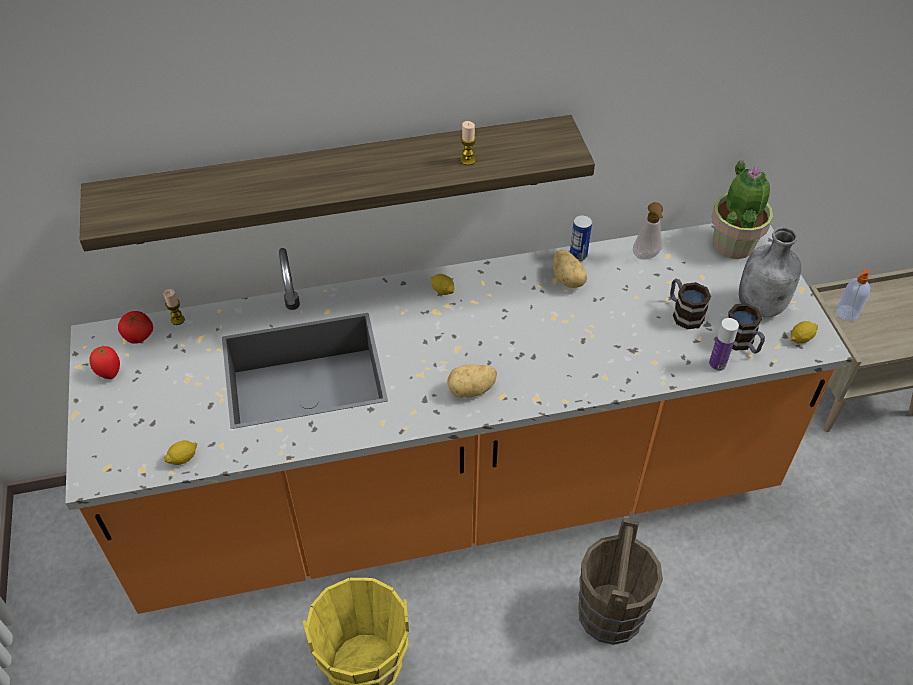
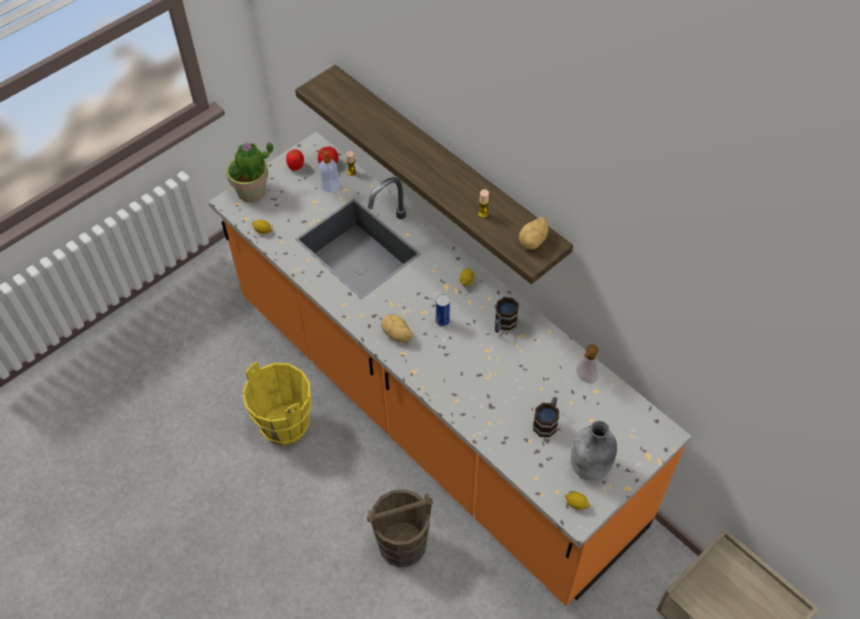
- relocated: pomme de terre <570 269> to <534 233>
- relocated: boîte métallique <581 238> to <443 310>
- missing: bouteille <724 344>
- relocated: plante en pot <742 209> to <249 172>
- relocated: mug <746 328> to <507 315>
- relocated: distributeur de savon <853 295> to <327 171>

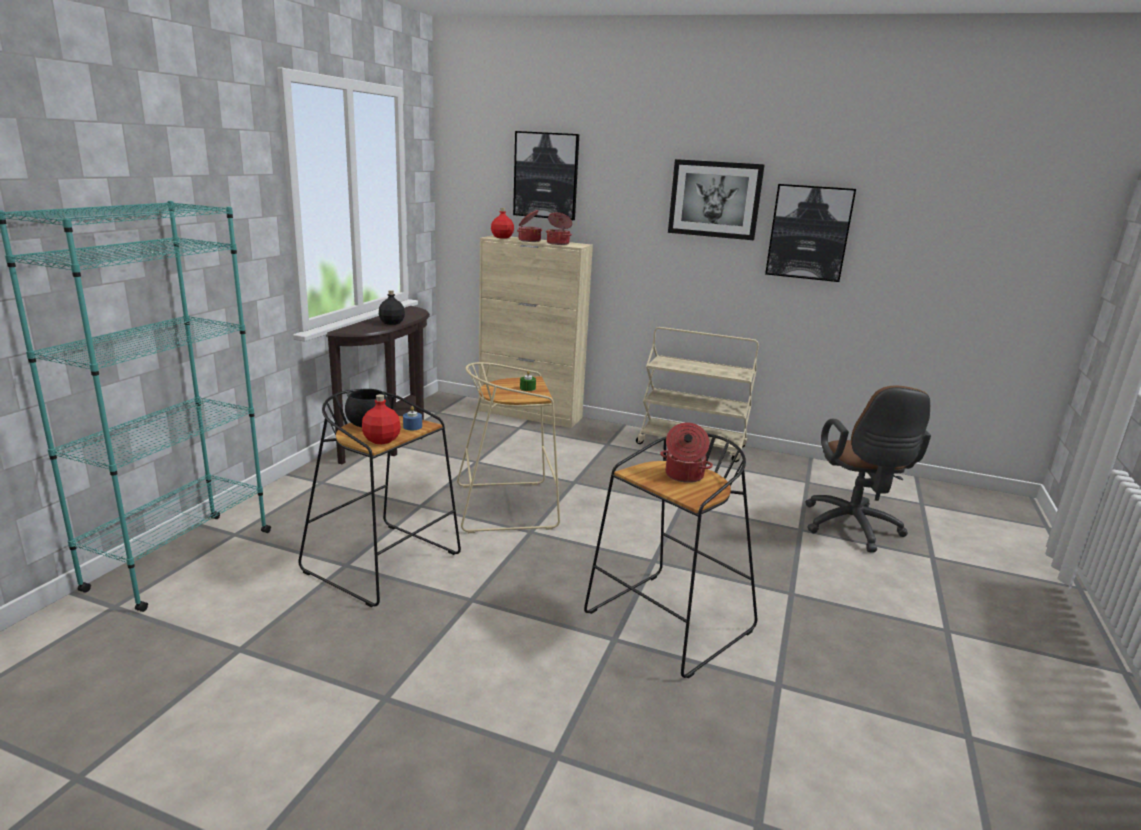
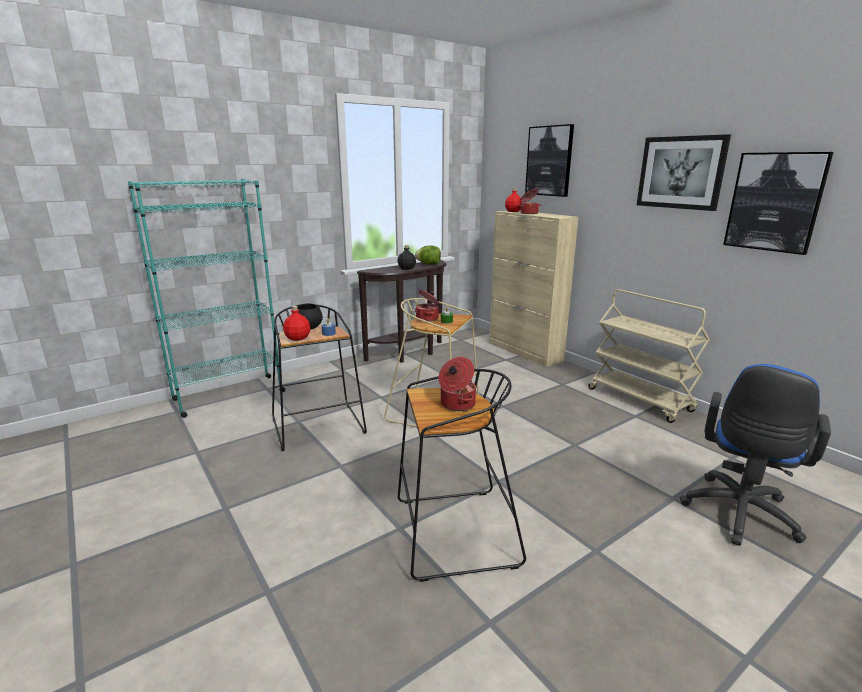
- relocated: marmite <559 229> to <427 306>
- colour: chaise de bureau/marron <868 468> to chaise de bureau/bleu <755 455>
- appeared: laitue <428 255>

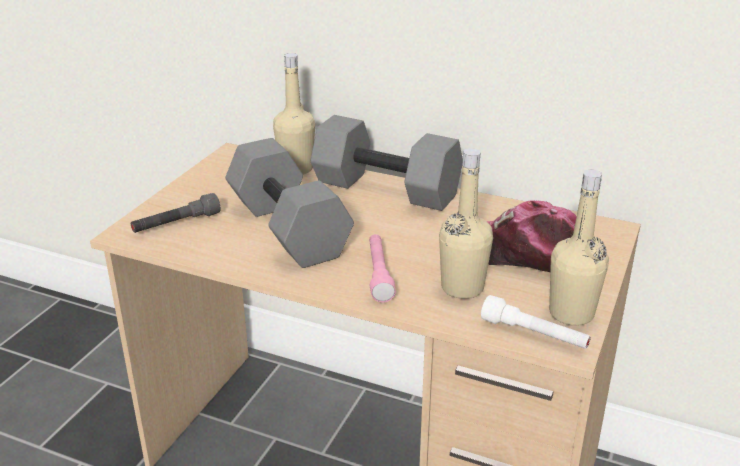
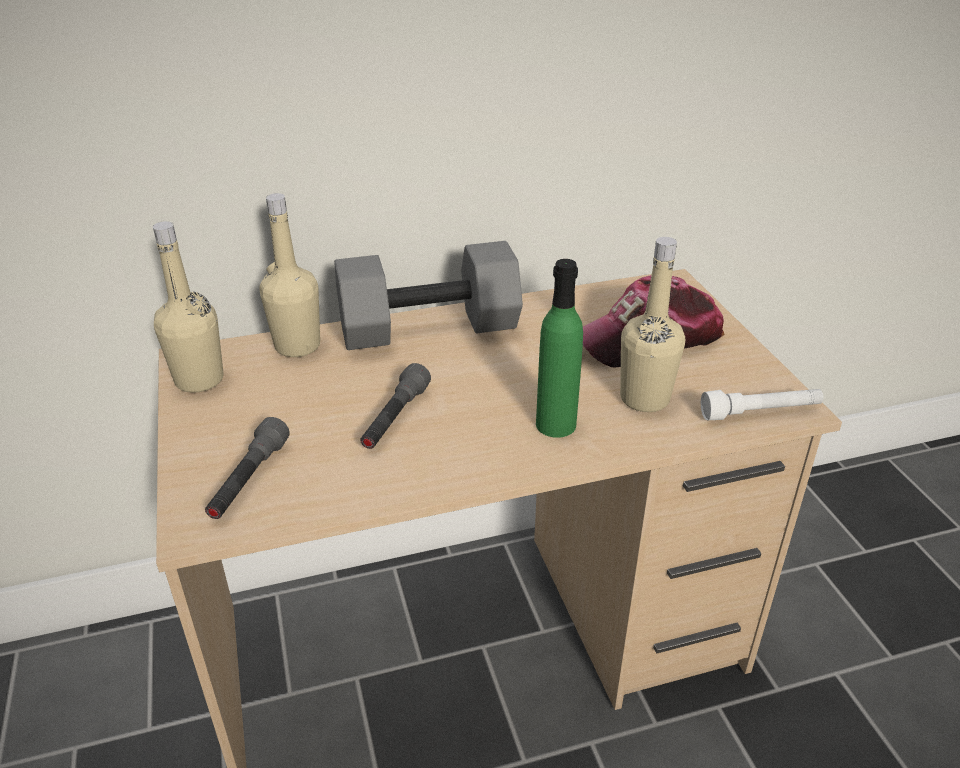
- exchanged: haltère/gris <289 203> to lampe de poche/gris <395 406>
- exchanged: lampe de poche/rose <382 268> to bouteille/vert <559 348>
- relocated: bouteille/beige <579 247> to <188 307>

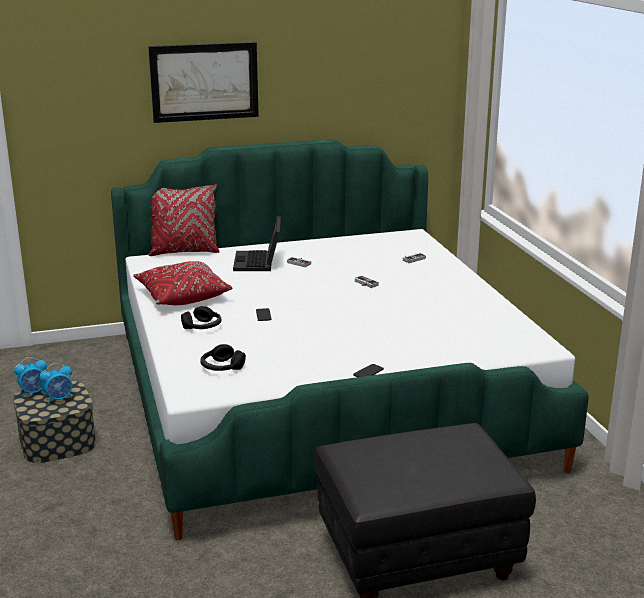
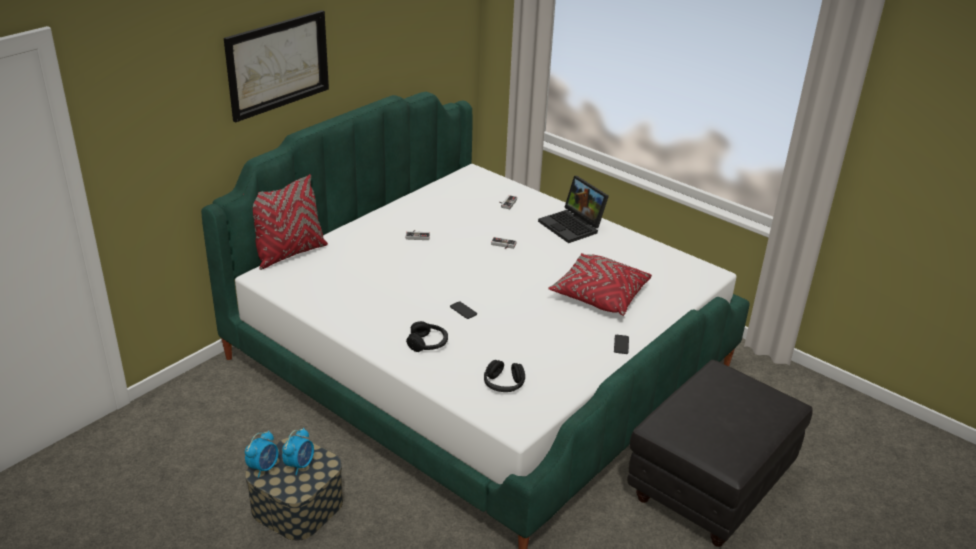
- relocated: coussin/rouge <182 283> to <600 284>
- relocated: ordinateur portable <257 243> to <573 209>

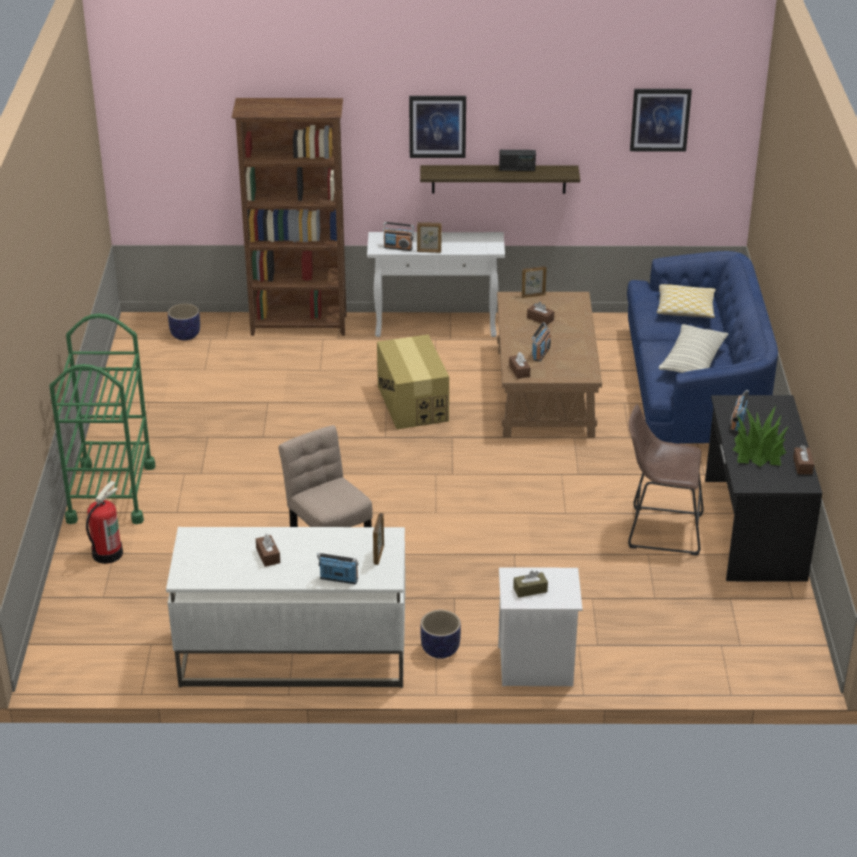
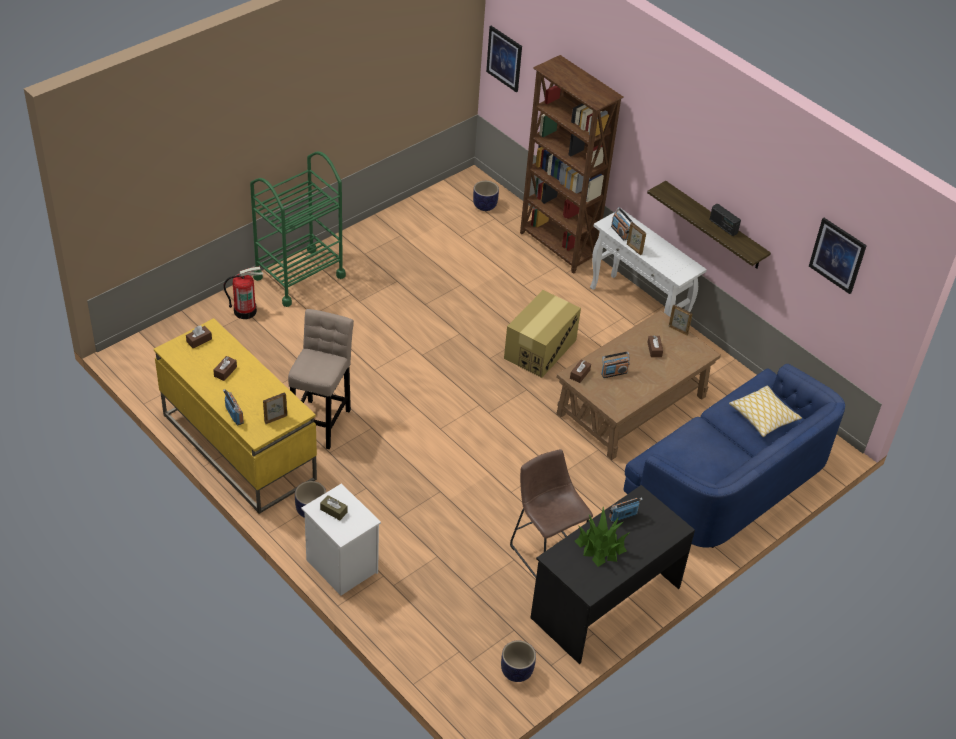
- colour: bureau/blanc <285 607> to bureau/jaune <235 416>
- relocated: tableau <437 127> to <504 59>
- missing: coussin <693 348>
- relocated: boîte à mouchoirs/marron <803 459> to <199 336>
- appeared: cache-pot <518 661>

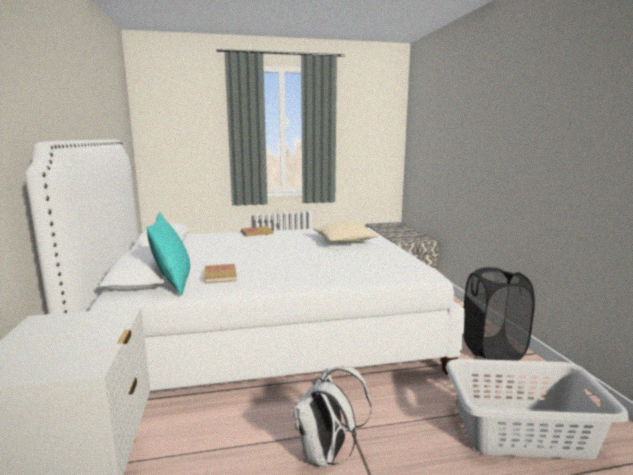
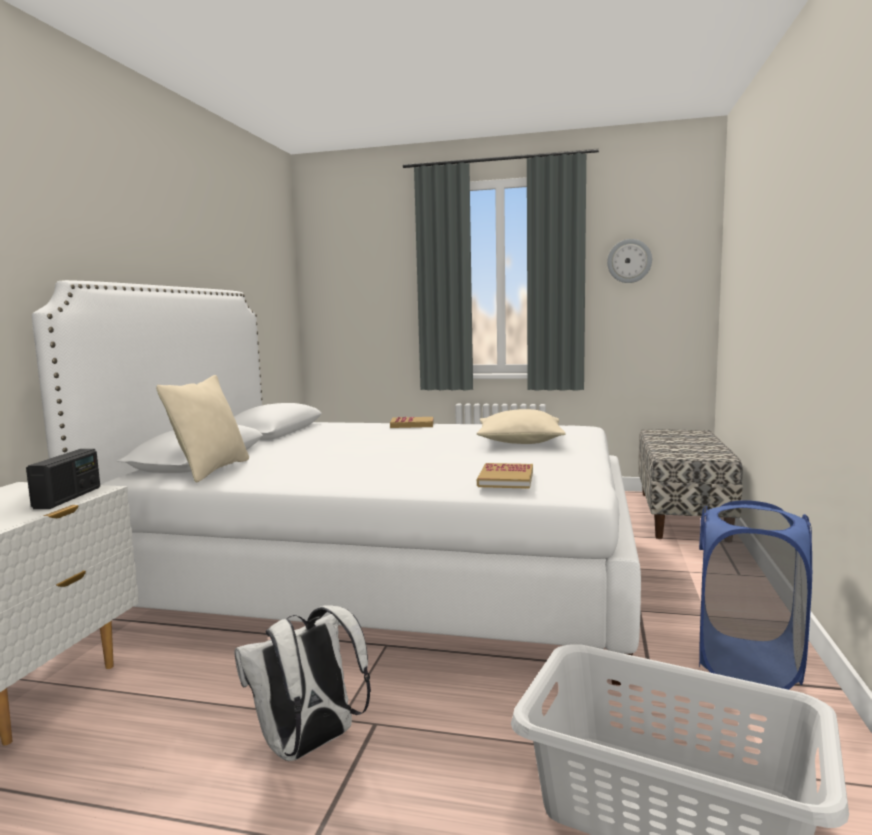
- colour: coussin/turquoise <168 254> to coussin/beige <202 428>
- relocated: livre <220 273> to <505 476>
- colour: panier à linge/noir <499 314> to panier à linge/bleu <755 595>
- appeared: radio <63 479>
- appeared: horloge murale <629 261>

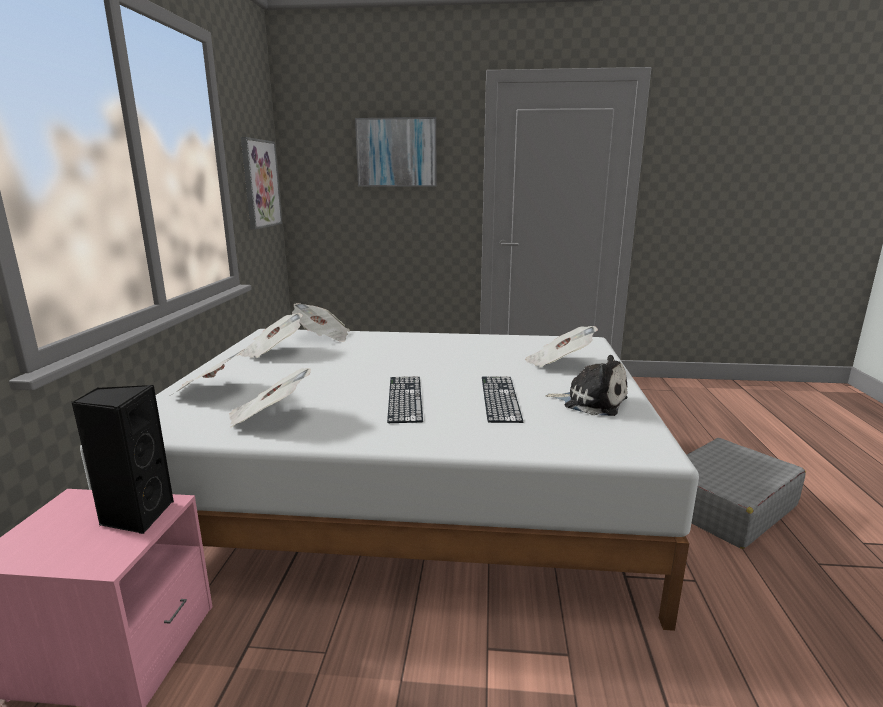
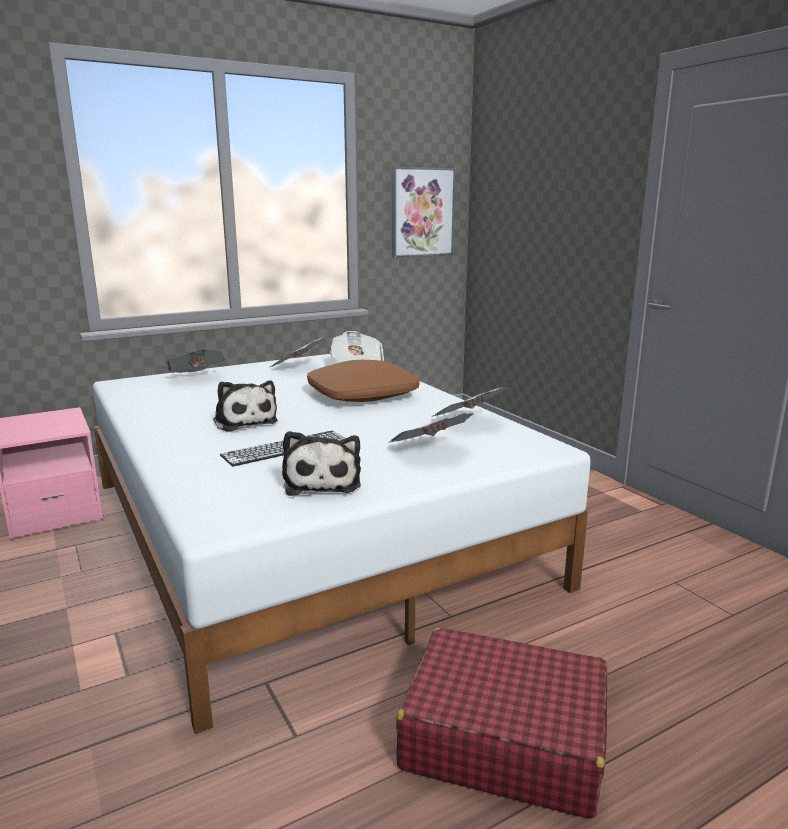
- missing: enceinte/noir <122 459>
- relocated: journal <270 397> to <470 402>
- missing: tableau <395 152>
- exchanged: clavier <405 399> to peluche <245 406>
- colour: valise/gris <746 493> to valise/rouge <501 723>
- appeared: coussin/marron <363 381>

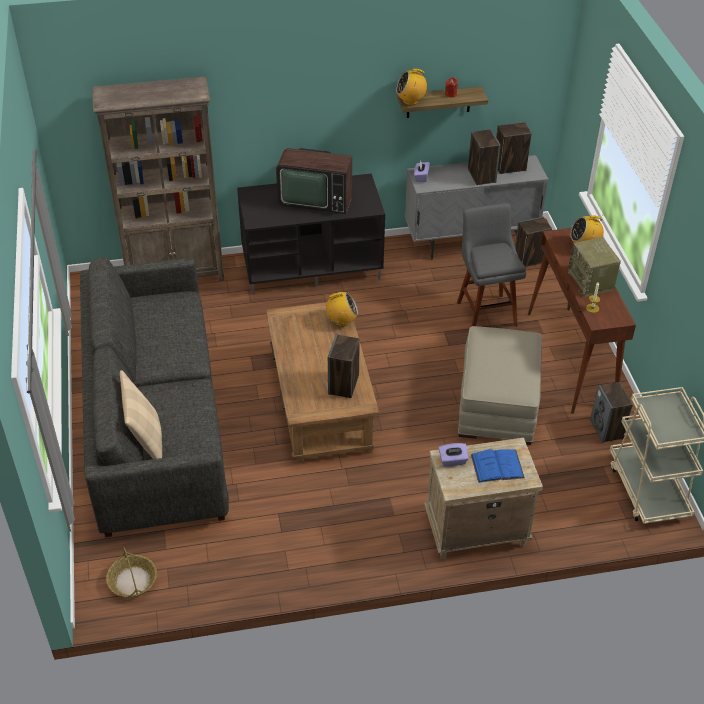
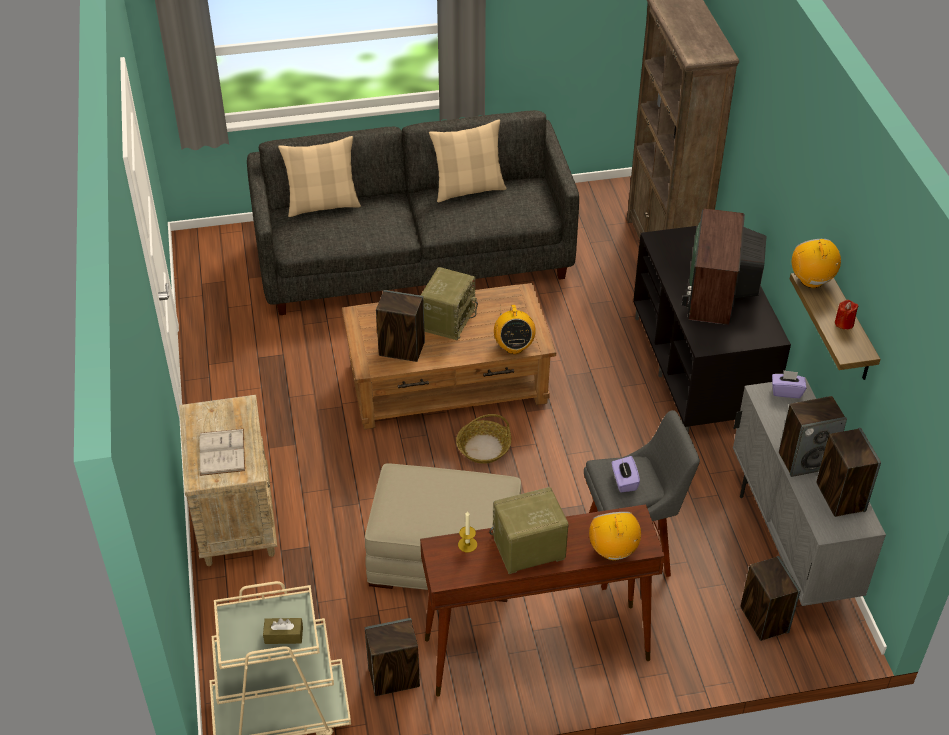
- relocated: panier <131 572> to <483 439>
- relocated: boîte à mouchoirs/violet <453 454> to <626 474>
- colour: livre/bleu <498 466> to livre/blanc <222 452>
- appeared: boîte à mouchoirs/marron <283 631>
- appeared: radio <449 303>
- appeared: coussin/beige <467 160>

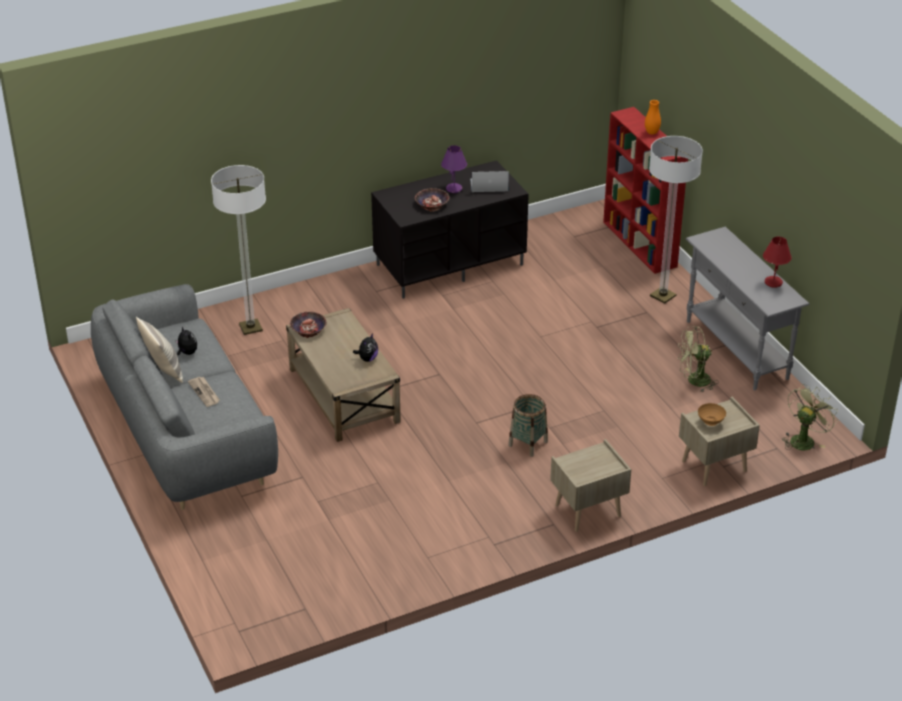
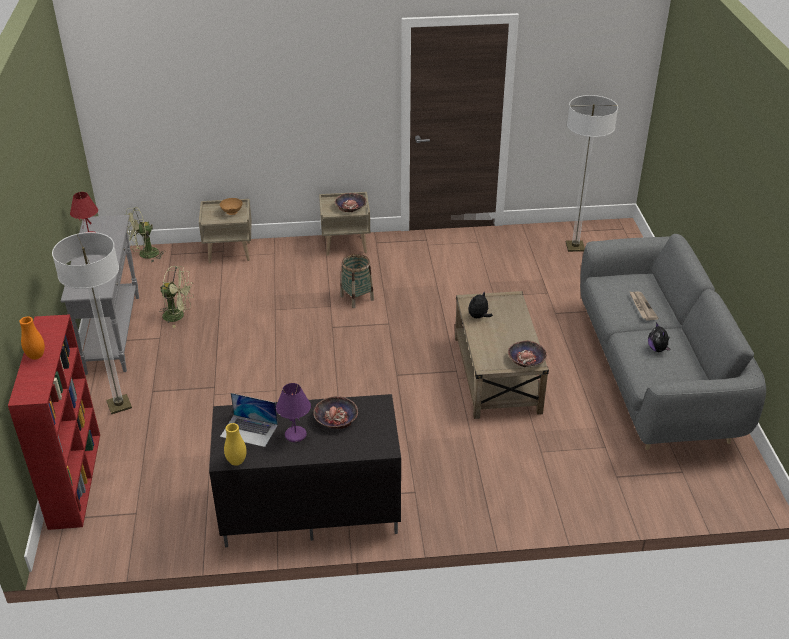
- missing: coussin <159 350>
- relocated: lampadaire <238 250> to <592 173>
- appeared: vase/jaune <235 444>
- appeared: bol <350 202>

